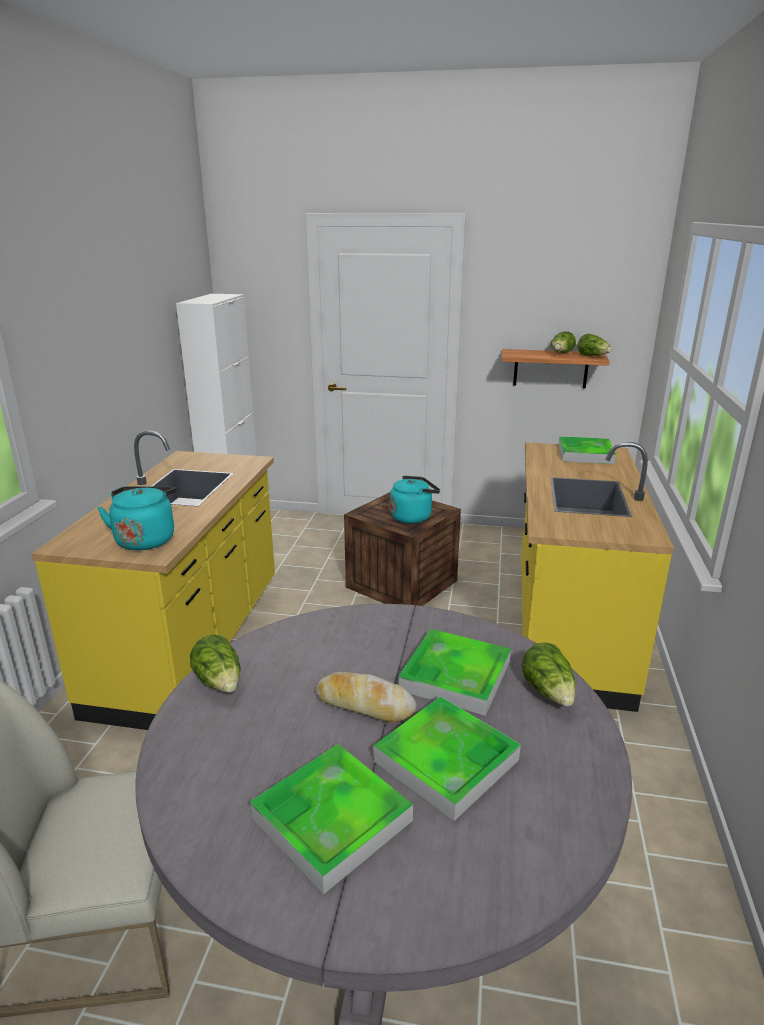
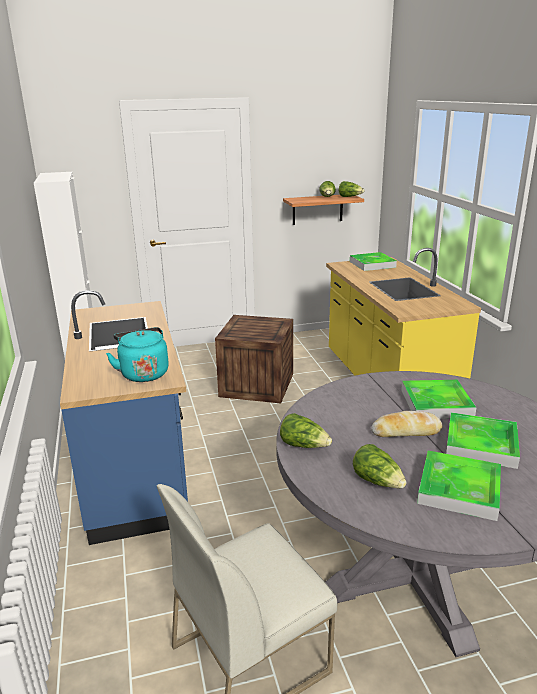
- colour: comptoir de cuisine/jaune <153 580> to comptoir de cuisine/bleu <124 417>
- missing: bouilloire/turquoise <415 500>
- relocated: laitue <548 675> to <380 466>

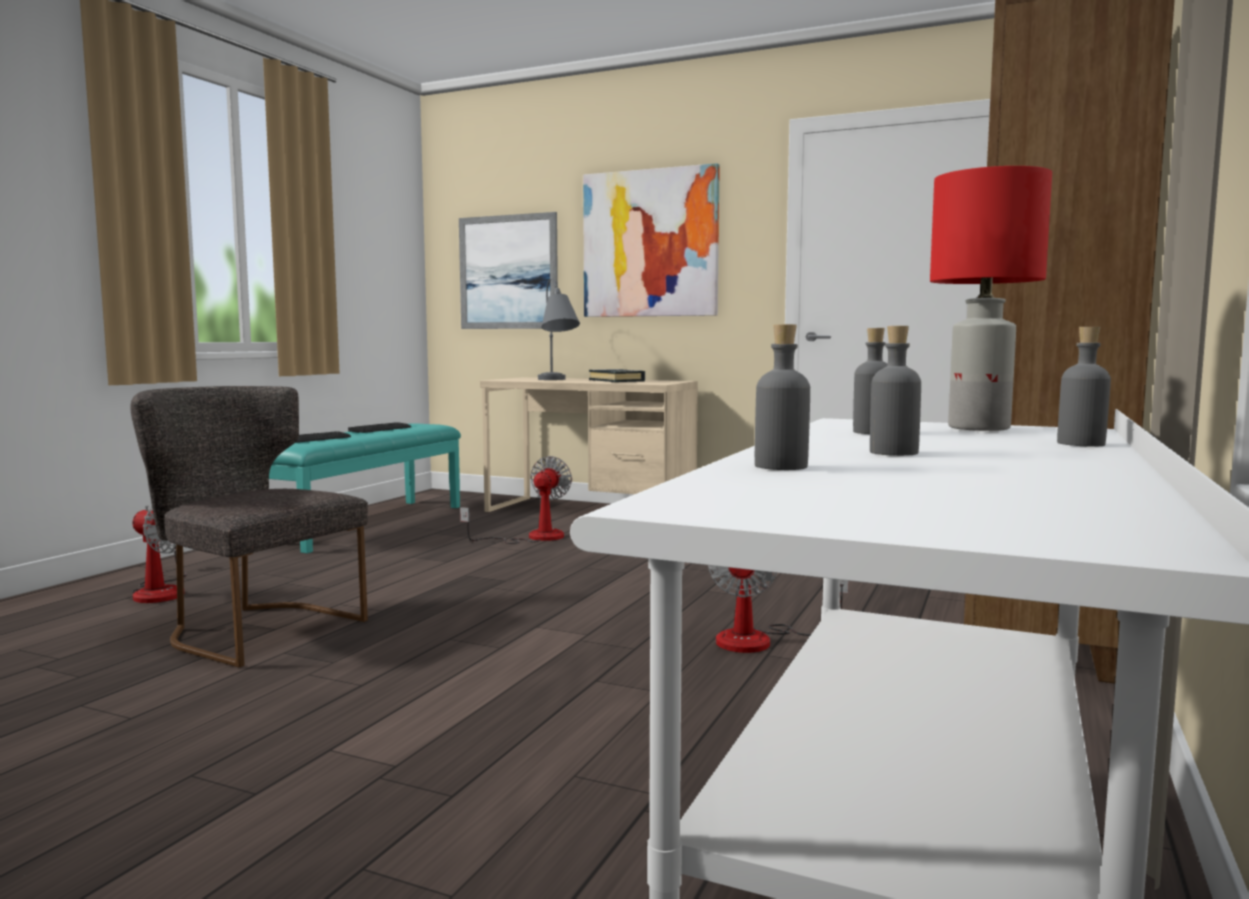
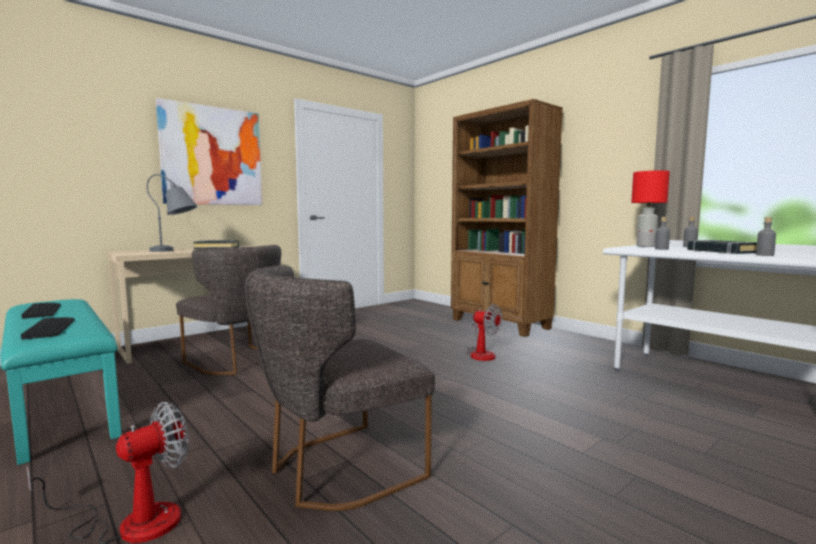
- missing: tableau <508 270>
- exchanged: ventilateur <516 500> to chaise/gris <228 310>
- exchanged: bouteille/gris <895 391> to livre/noir <722 247>

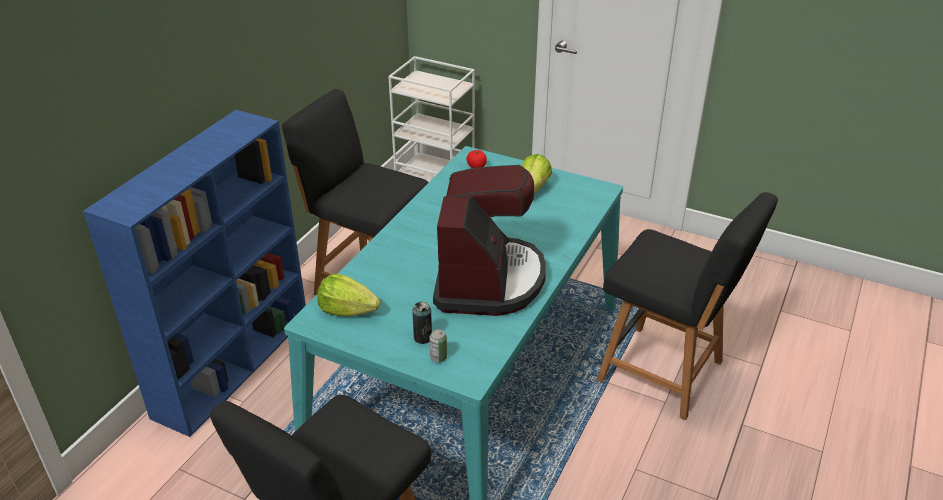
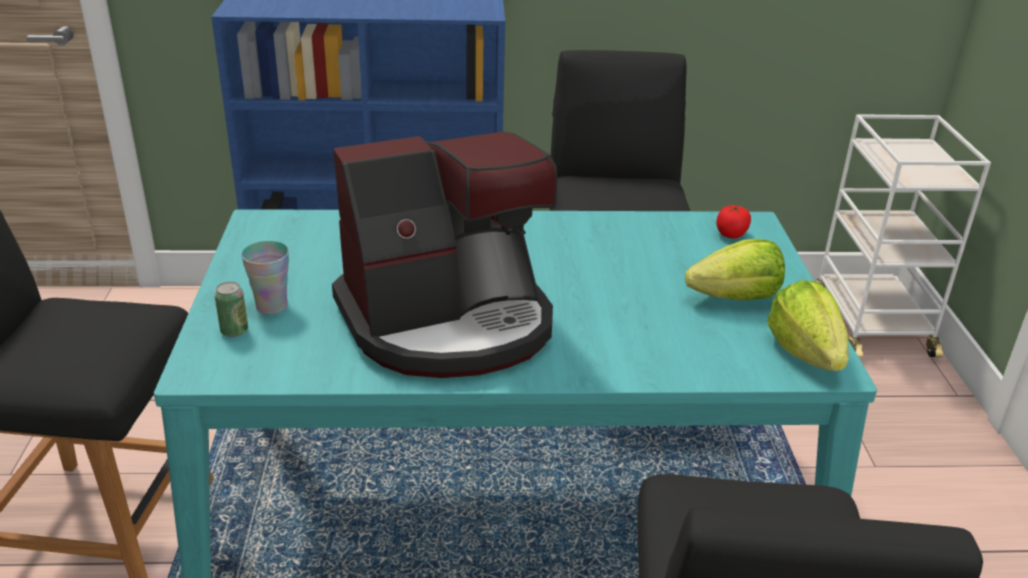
- relocated: laitue <349 295> to <808 325>
- exchanged: boîte métallique <422 323> to tasse <265 278>

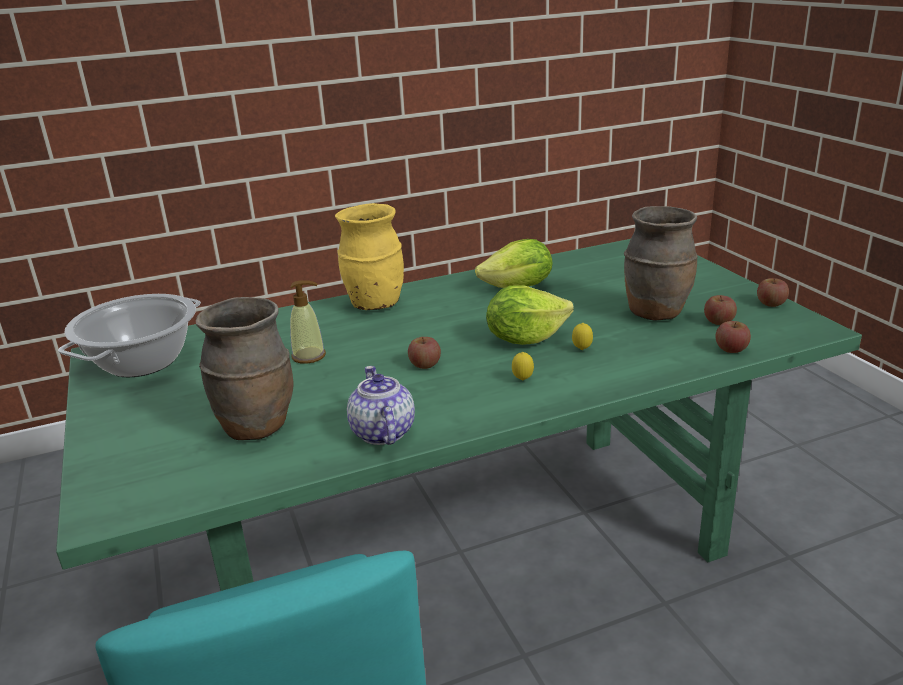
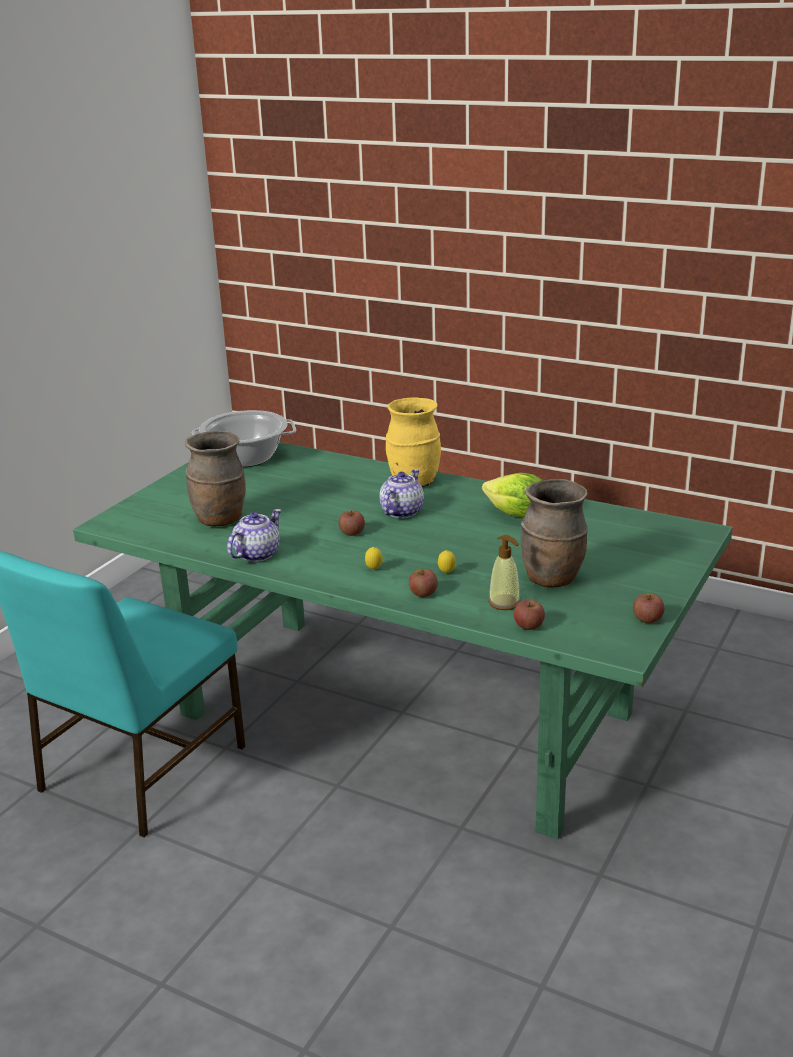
- relocated: distributeur de savon <308 322> to <504 572>
- missing: laitue <530 315>
- relocated: pomme <720 310> to <423 583>
- appeared: théière <402 493>

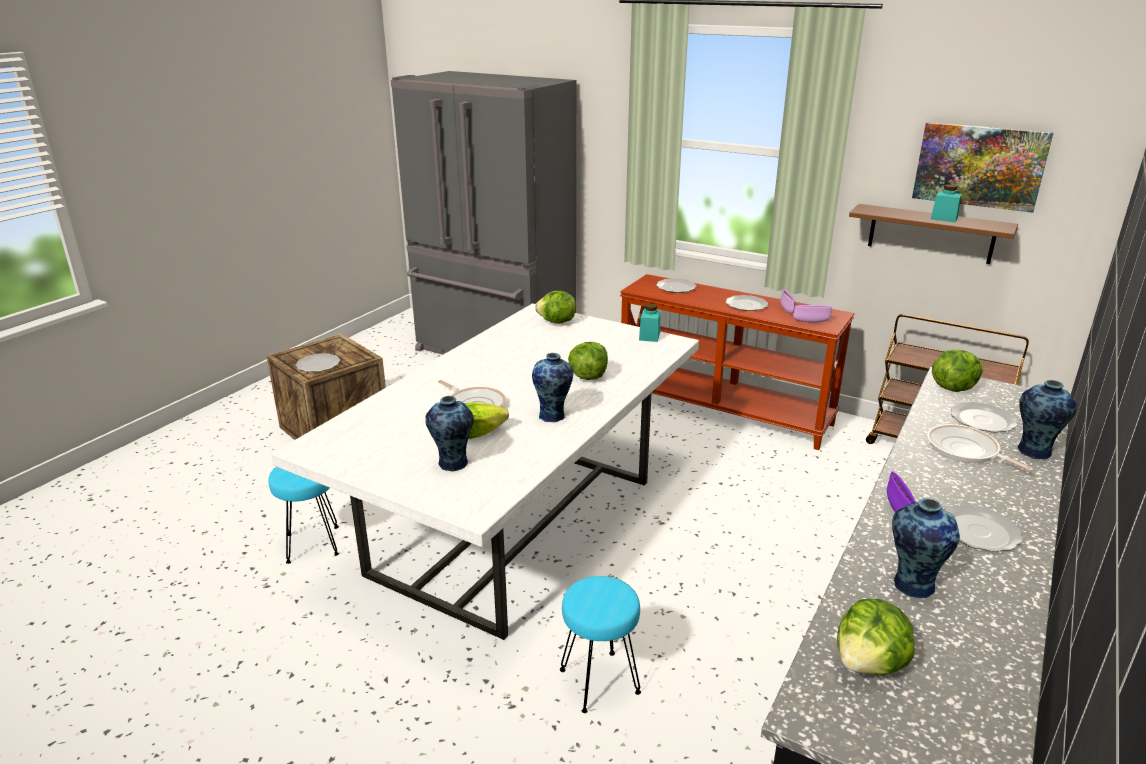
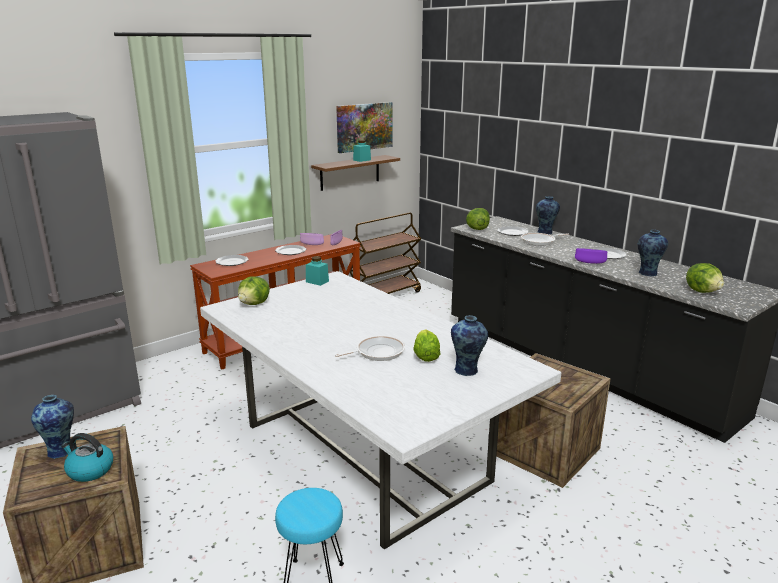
- exchanged: assiette <317 362> to bouilloire <87 457>
- relocated: vase <553 387> to <52 427>
- exchanged: tabouret/turquoise <600 644> to caisse <553 420>
- missing: laitue <588 361>

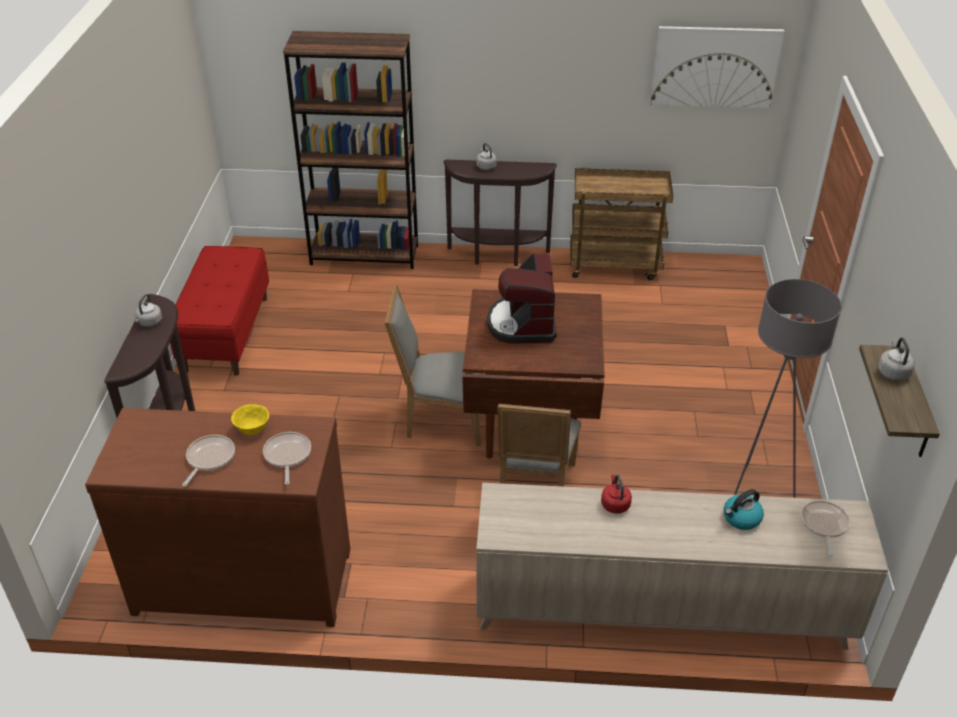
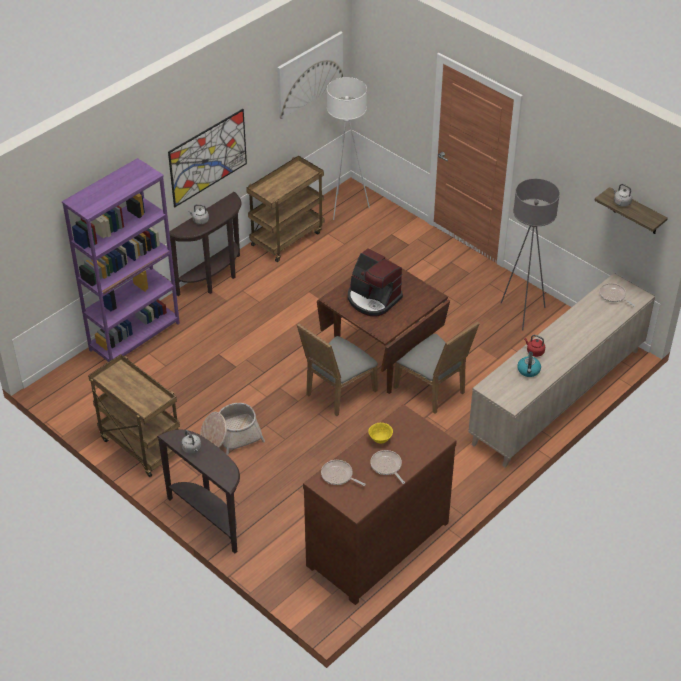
- exchanged: banc/rouge <219 311> to chariot/marron <134 415>
- relocated: poêle <287 458> to <343 473>
- colour: bibliothèque/marron <350 150> to bibliothèque/violet <121 260>
- relocated: bouilloire <743 509> to <529 364>
- appeared: tableau <207 158>
- appeared: panier <232 429>
- appeared: lampadaire/blanc <348 148>

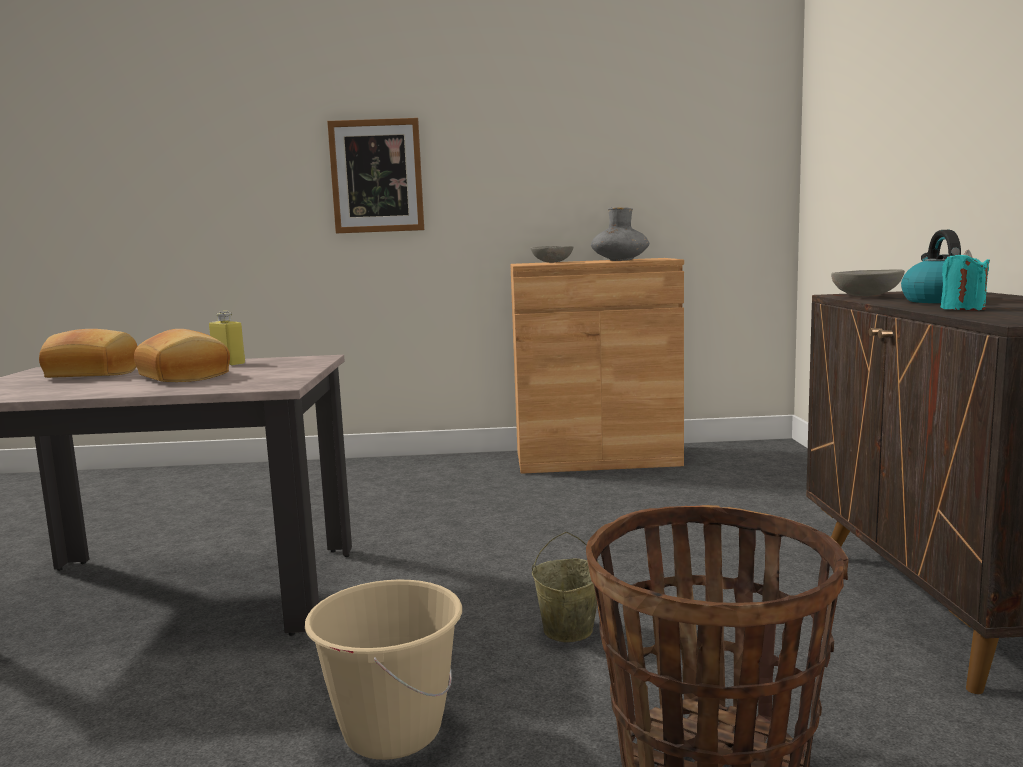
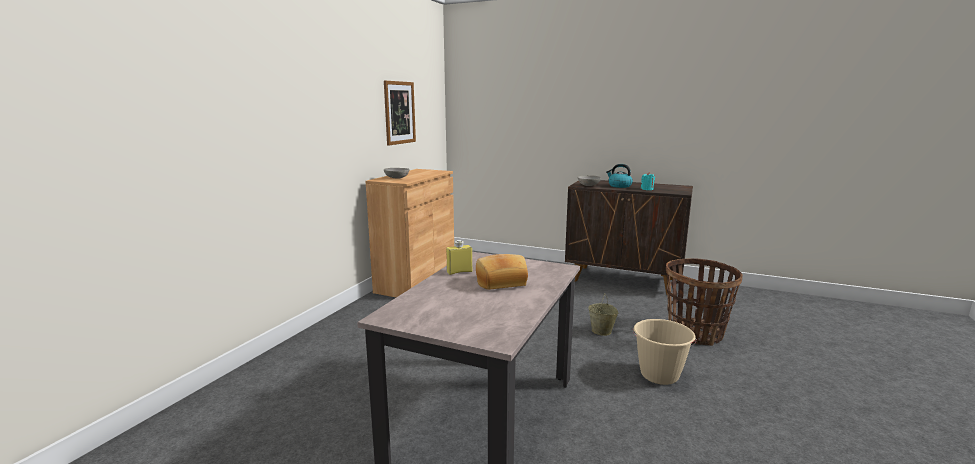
- missing: pain <88 353>
- relocated: tableau <375 175> to <400 113>
- missing: vase/gris <620 234>

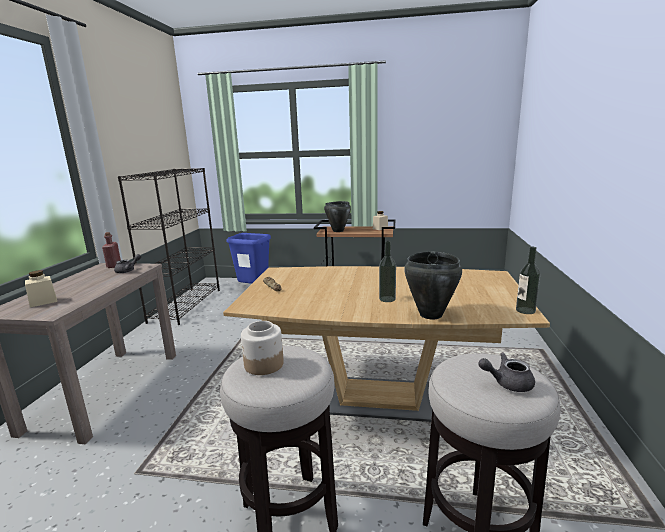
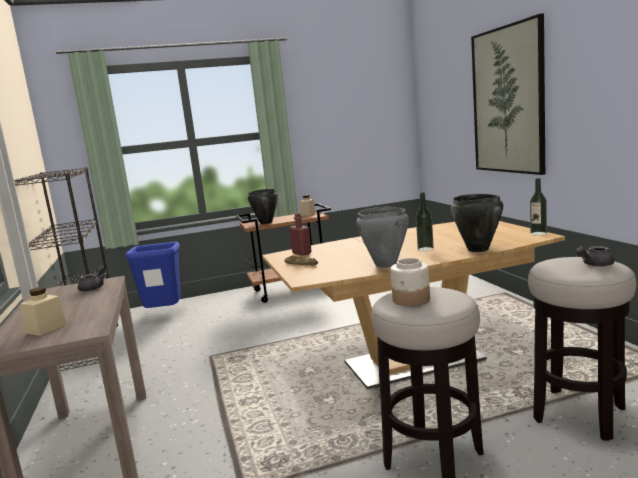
- relocated: bouteille/rouge <111 250> to <300 234>
- appeared: marmite/gris <382 237>
- appeared: tableau <508 94>

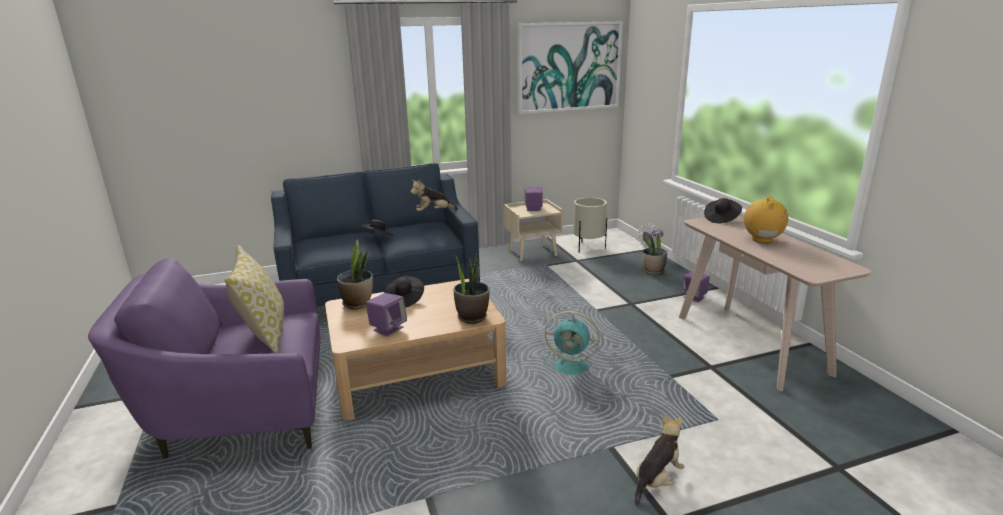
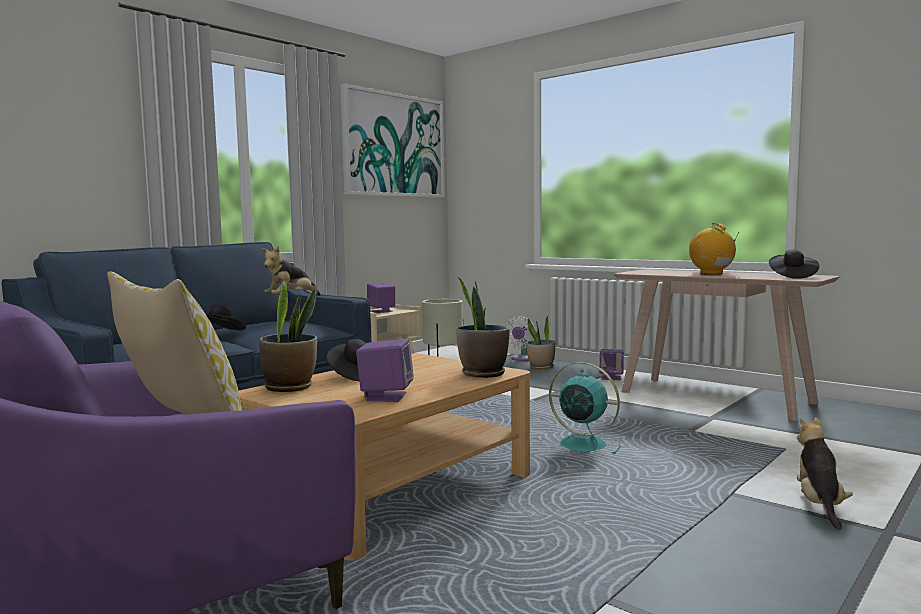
- spun: ventilateur/turquoise <572 343> = <584 408> 135 degrees counterclockwise
- relocated: chapeau/noir <723 210> to <794 264>

